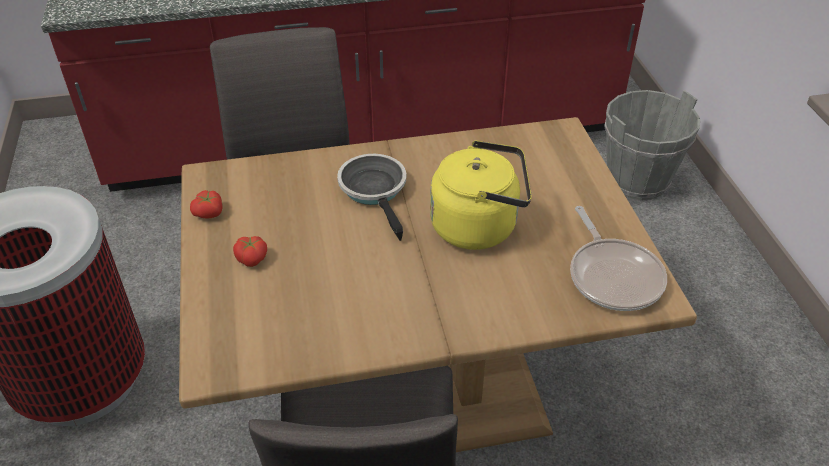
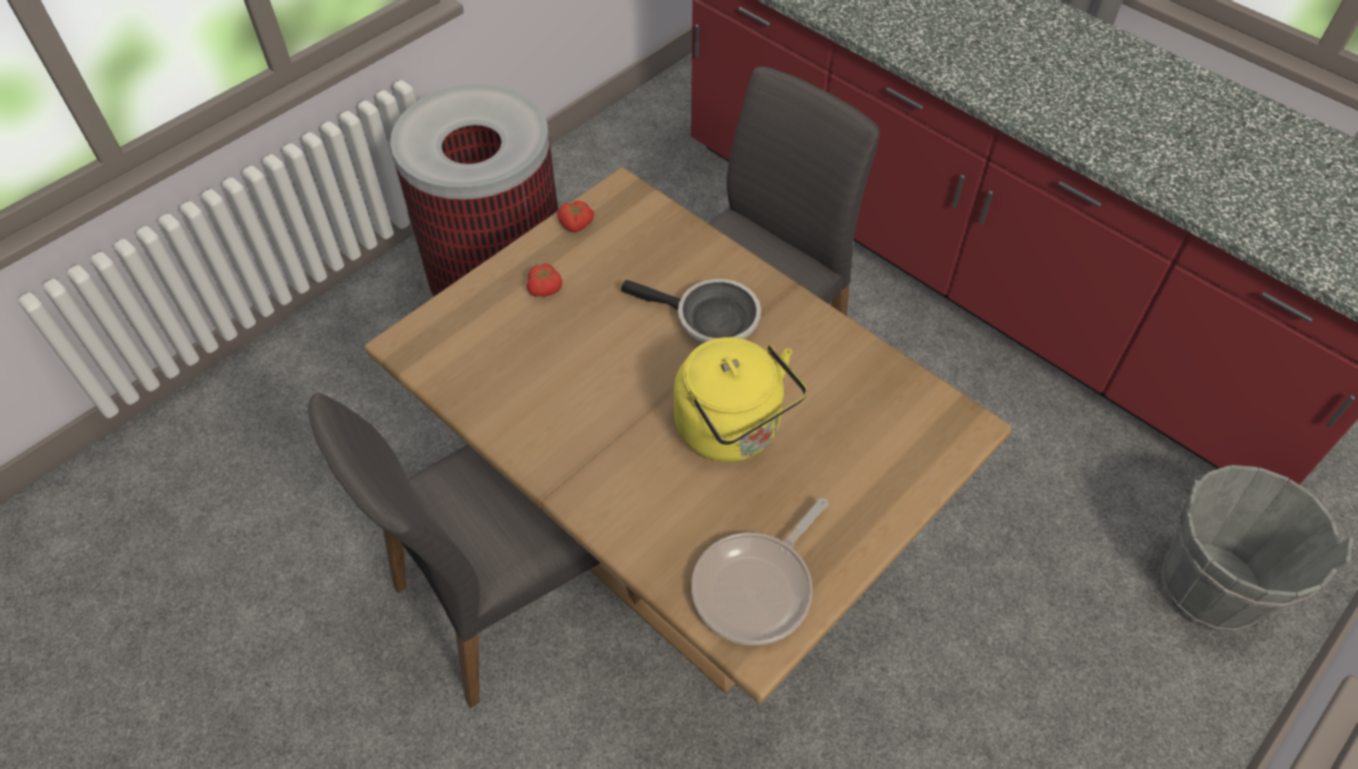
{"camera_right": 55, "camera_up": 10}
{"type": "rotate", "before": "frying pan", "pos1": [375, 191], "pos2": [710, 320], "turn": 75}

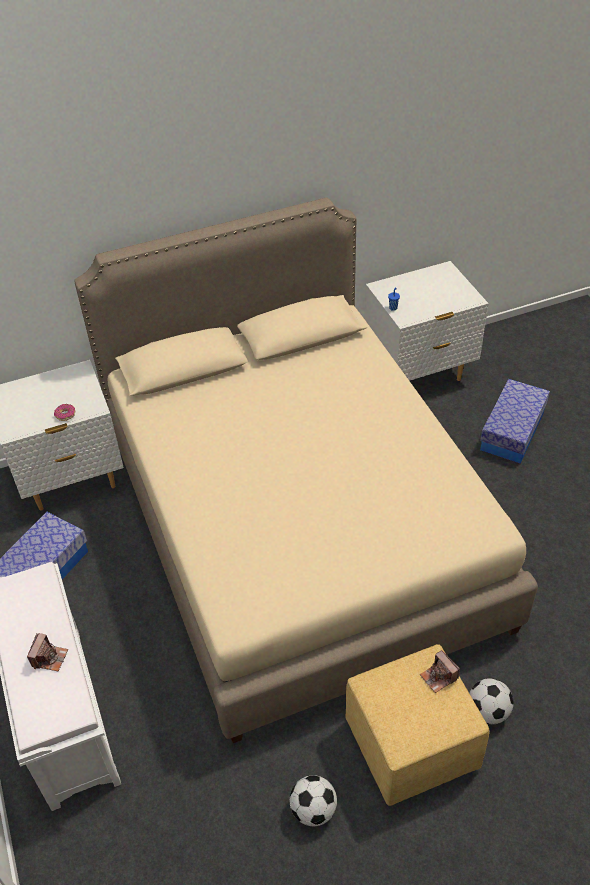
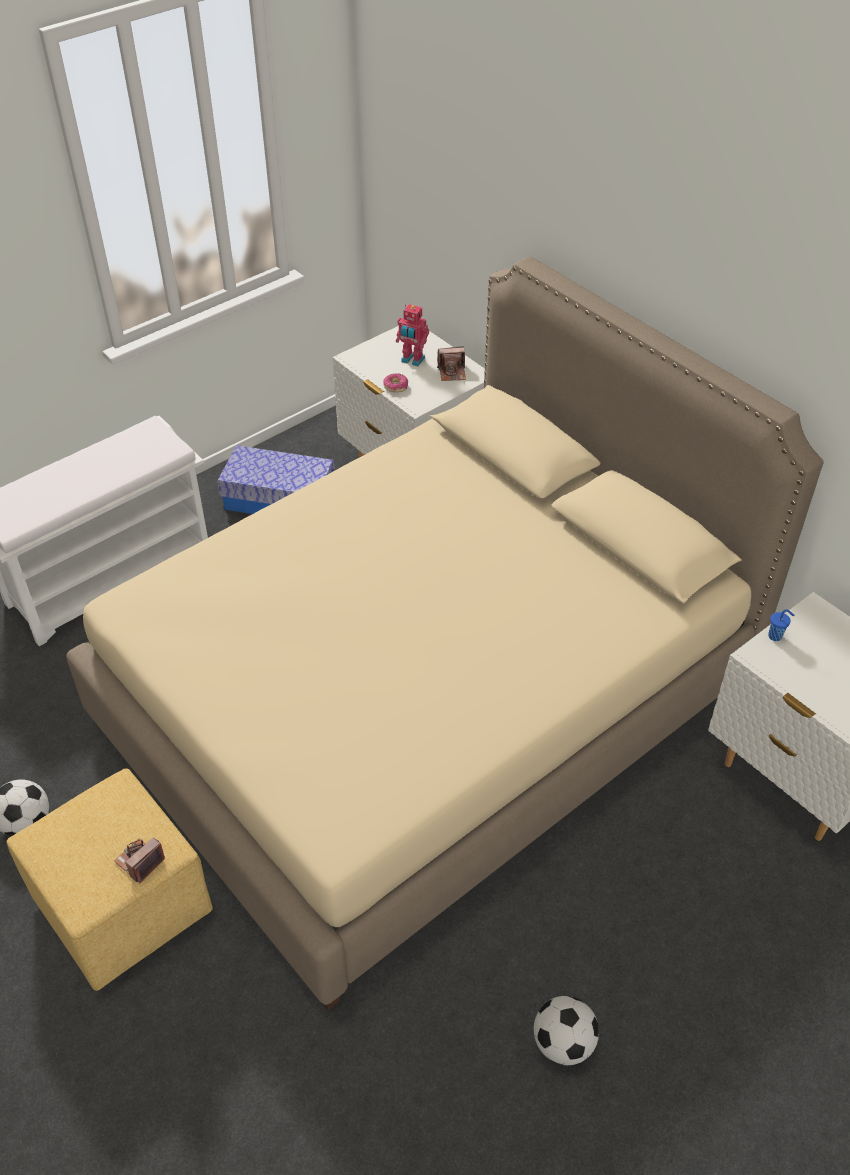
{"camera_right": 70, "camera_up": 0}
{"type": "delete", "before": "storage box", "pos1": [512, 431]}
{"type": "move", "before": "photo camera", "pos1": [49, 658], "pos2": [452, 372]}
{"type": "move", "before": "football ball", "pos1": [487, 711], "pos2": [563, 1043]}
{"type": "insert", "after": "model robot", "pos2": [412, 360]}

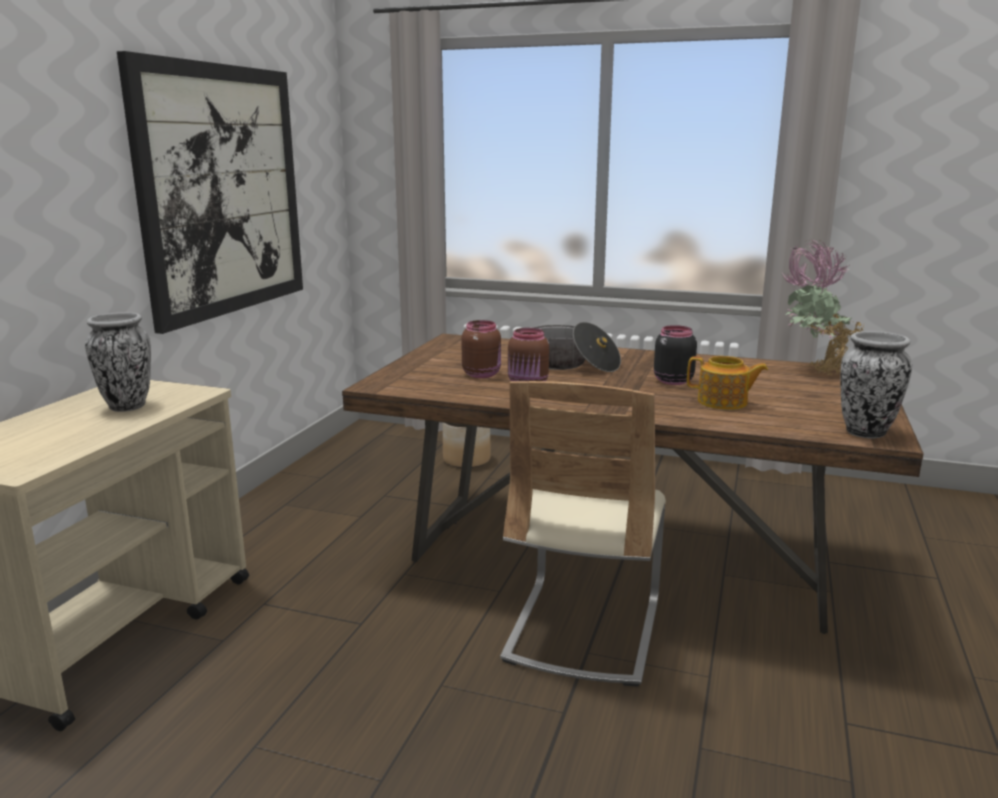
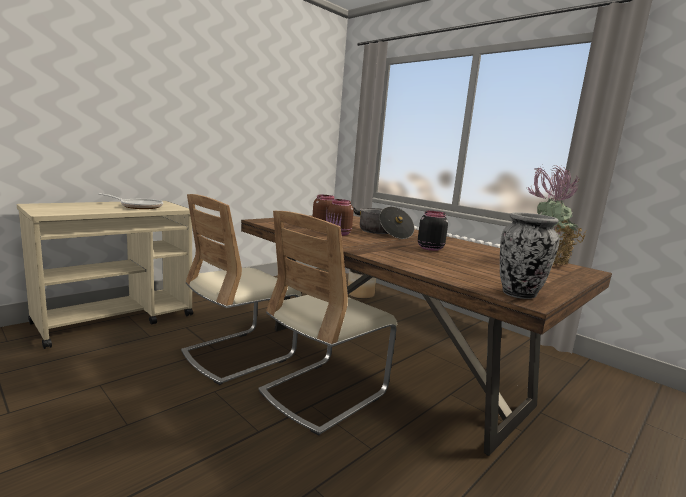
{"camera_right": 25, "camera_up": -5}
{"type": "delete", "before": "wall picture", "pos1": [222, 191]}
{"type": "replace", "before": "vase", "after": "frying pan", "pos1": [127, 406], "pos2": [138, 206]}
{"type": "delete", "before": "pot for tea", "pos1": [723, 402]}
{"type": "insert", "after": "upright chair (beige-coloured)", "pos2": [239, 354]}

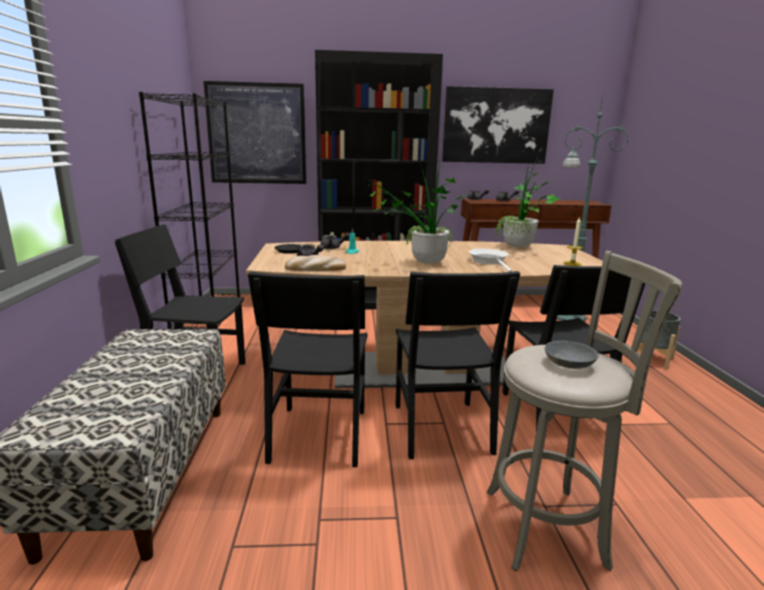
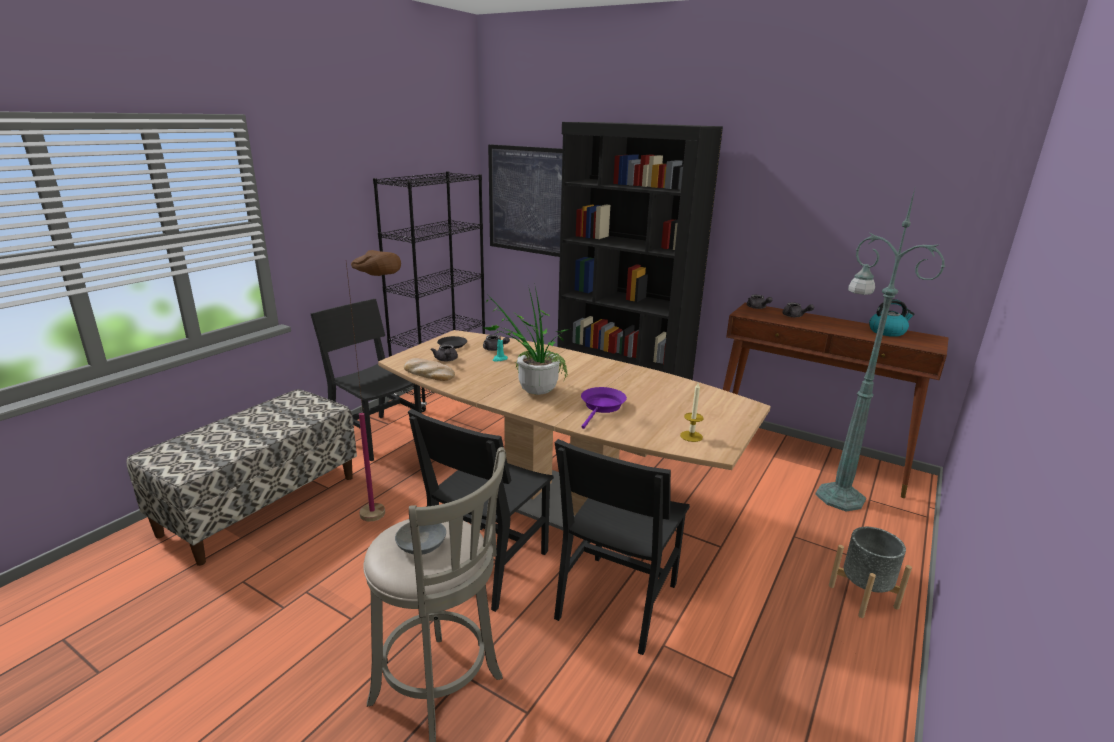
{"camera_right": 35, "camera_up": 5}
{"type": "delete", "before": "wall picture", "pos1": [496, 126]}
{"type": "delete", "before": "houseplant", "pos1": [520, 248]}
{"type": "recolor", "before": "frying pan (white)", "after": "frying pan (purplish)", "pos1": [489, 262], "pos2": [602, 407]}
{"type": "replace", "before": "upright chair (blackish)", "after": "floor lamp (brown)", "pos1": [318, 434], "pos2": [390, 525]}
{"type": "insert", "after": "kettle", "pos2": [887, 332]}

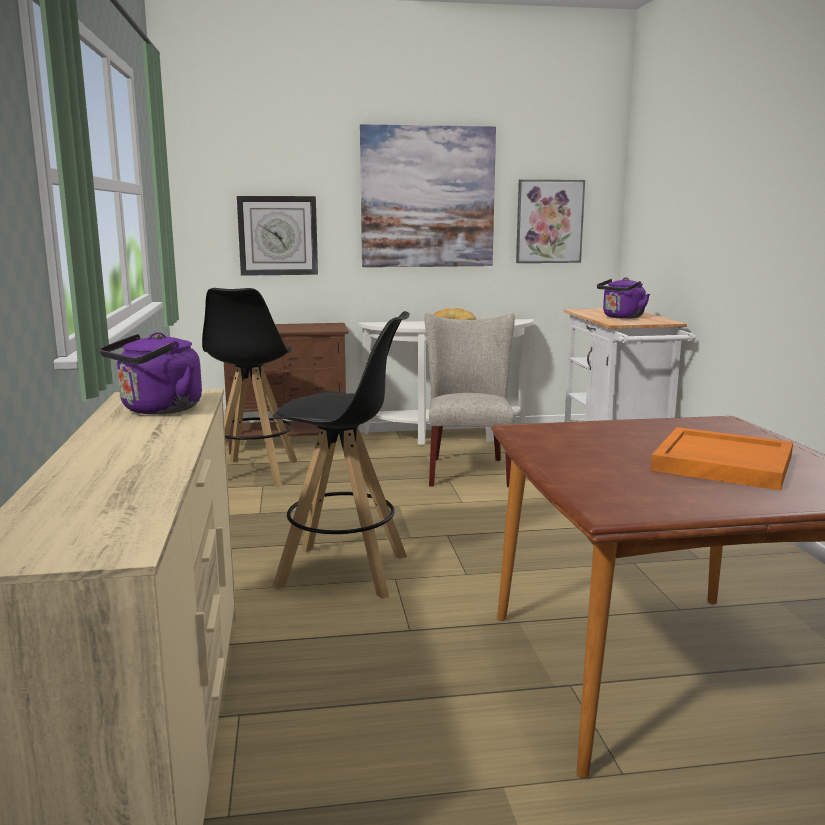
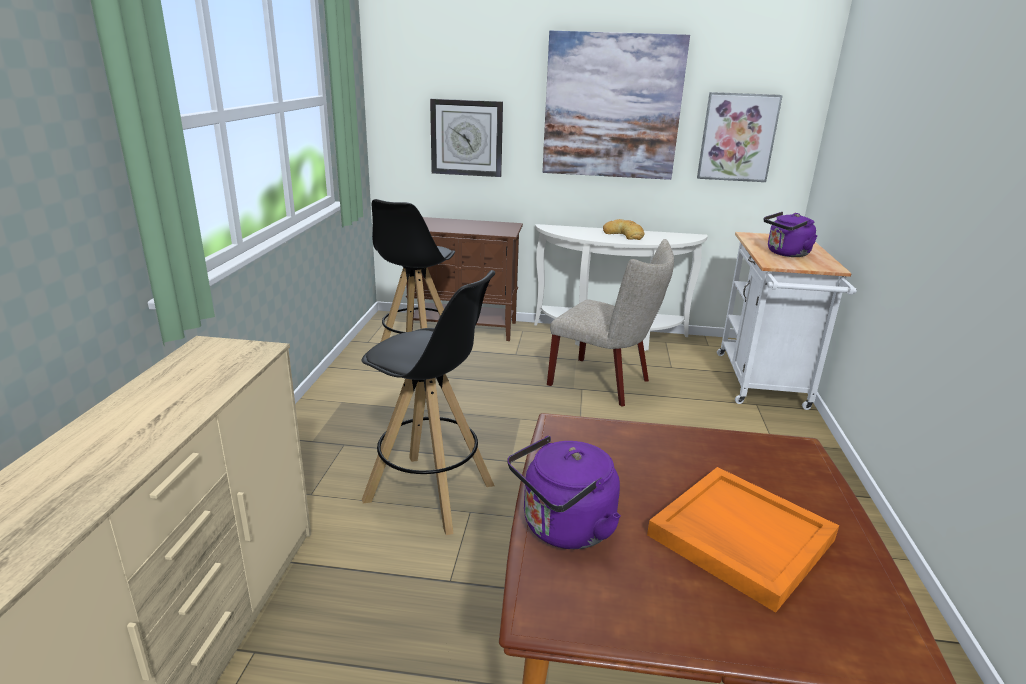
{"camera_right": 15, "camera_up": 10}
{"type": "rotate", "before": "upright chair (beige-coloured)", "pos1": [467, 470], "pos2": [605, 383], "turn": 105}
{"type": "move", "before": "kettle (purplish)", "pos1": [158, 410], "pos2": [563, 529]}

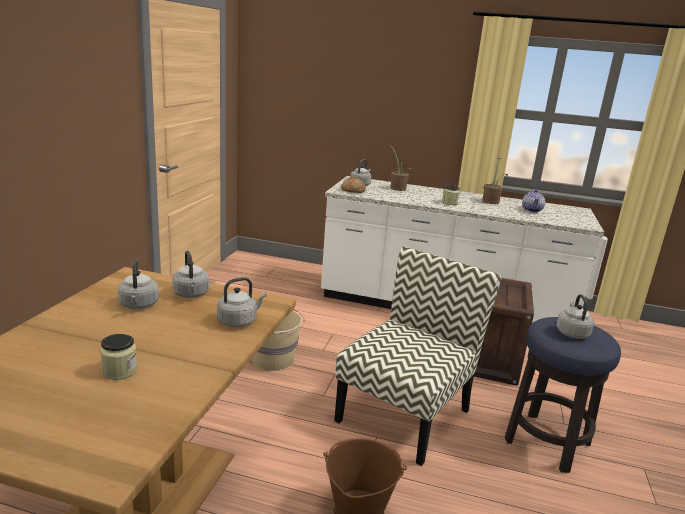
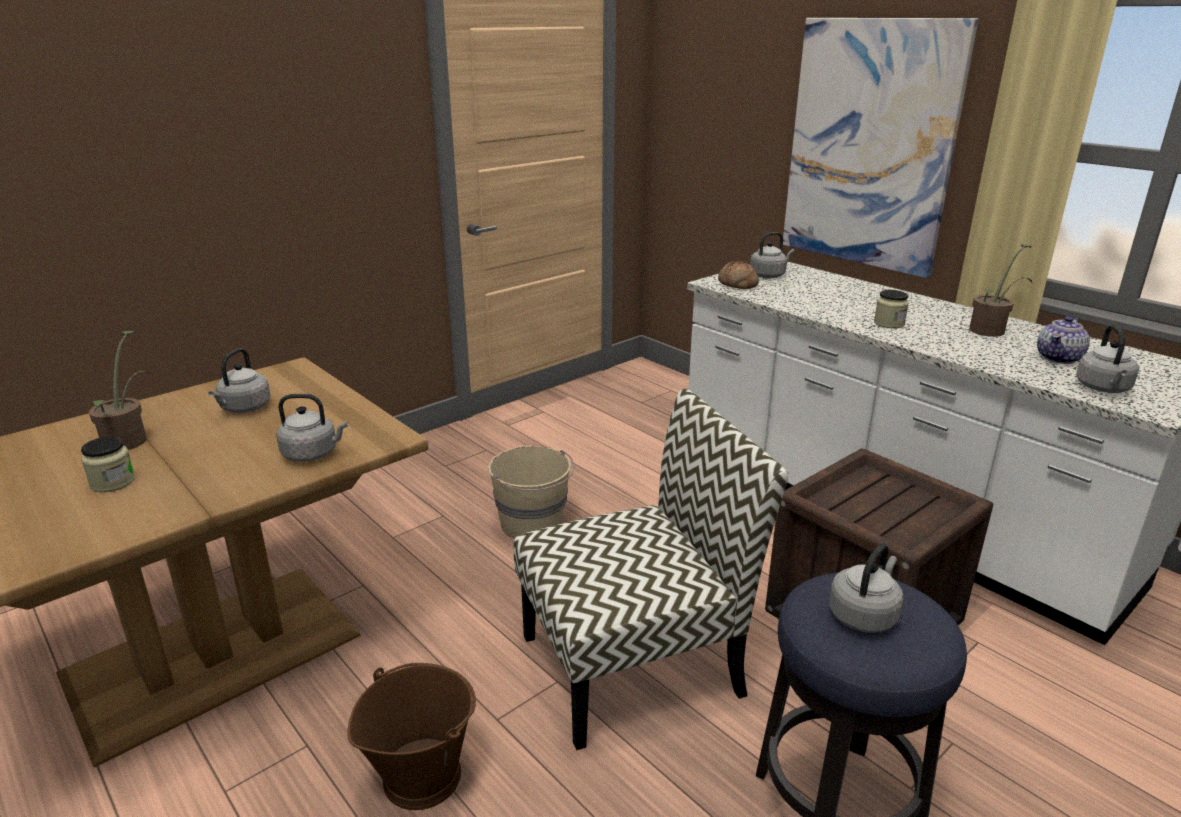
{"camera_right": 35, "camera_up": 5}
{"type": "move", "before": "houseplant", "pos1": [397, 188], "pos2": [129, 439]}
{"type": "move", "before": "kettle (grey)", "pos1": [191, 294], "pos2": [1103, 388]}
{"type": "insert", "after": "wall picture", "pos2": [870, 145]}

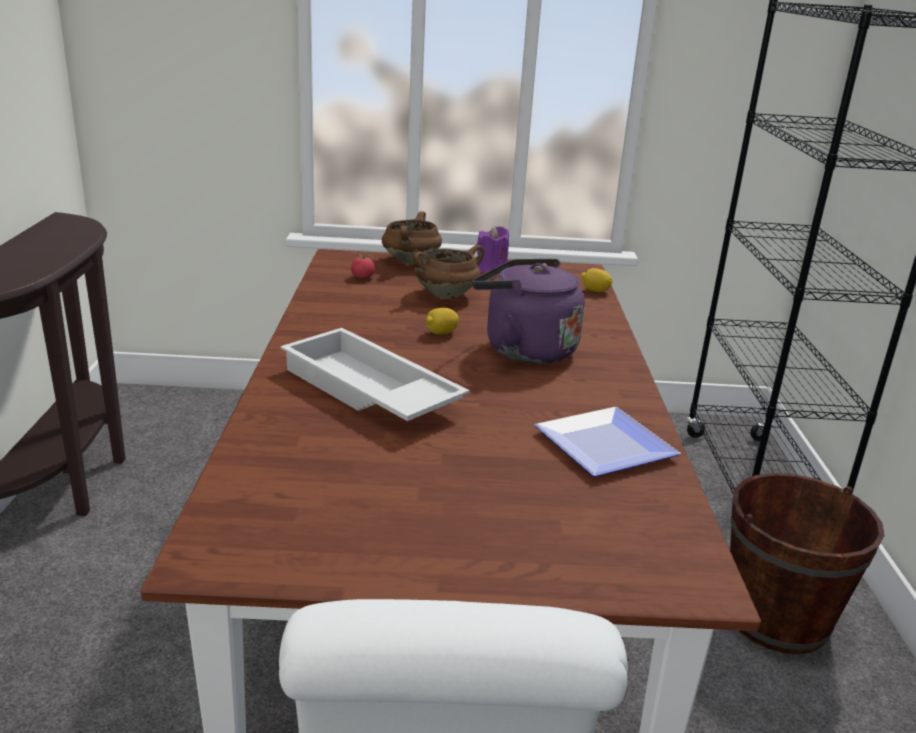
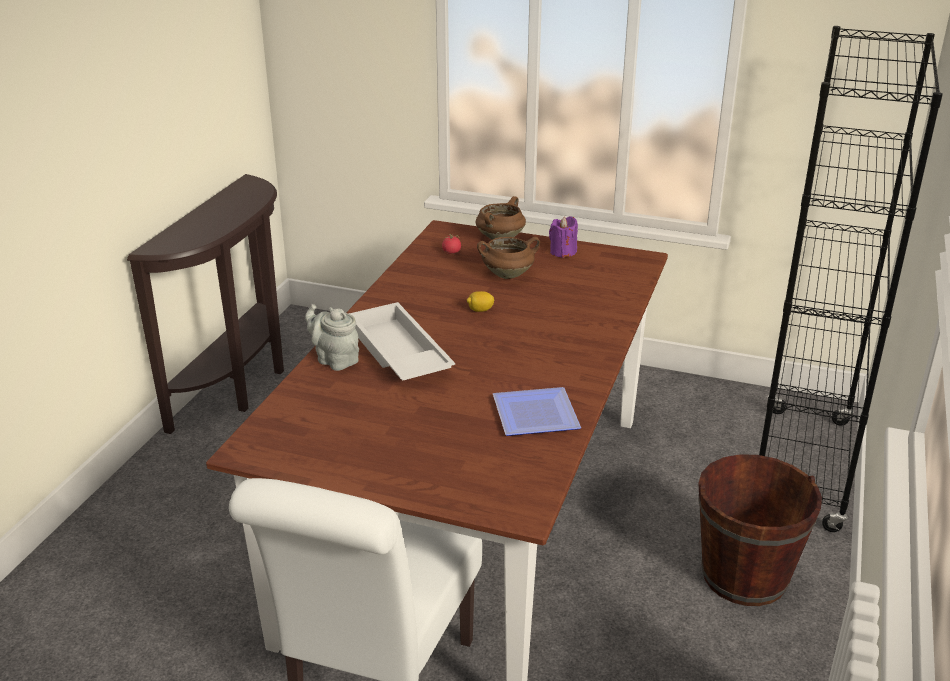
{"camera_right": 20, "camera_up": 5}
{"type": "delete", "before": "kettle (purplish)", "pos1": [524, 349]}
{"type": "delete", "before": "whole lemon", "pos1": [595, 291]}
{"type": "insert", "after": "pot for tea (grey)", "pos2": [335, 360]}

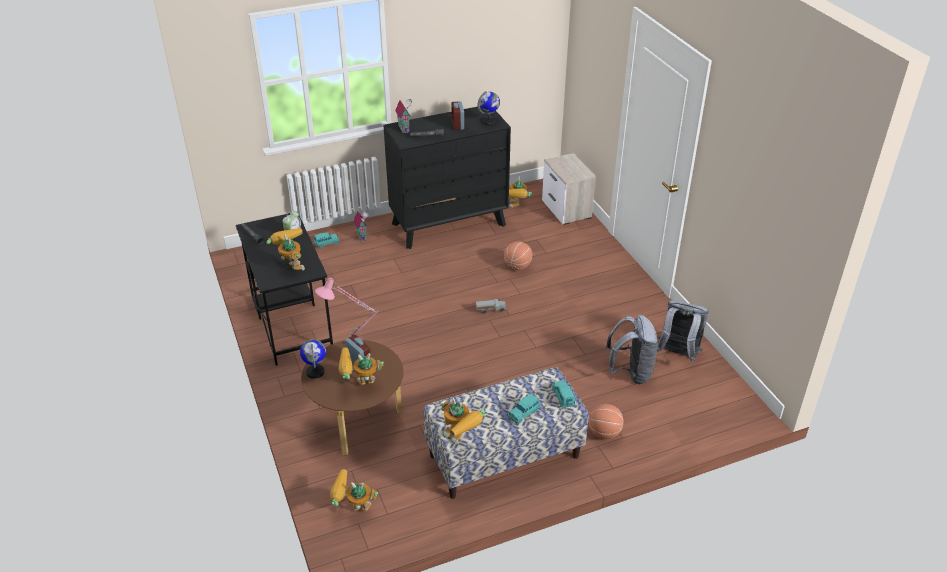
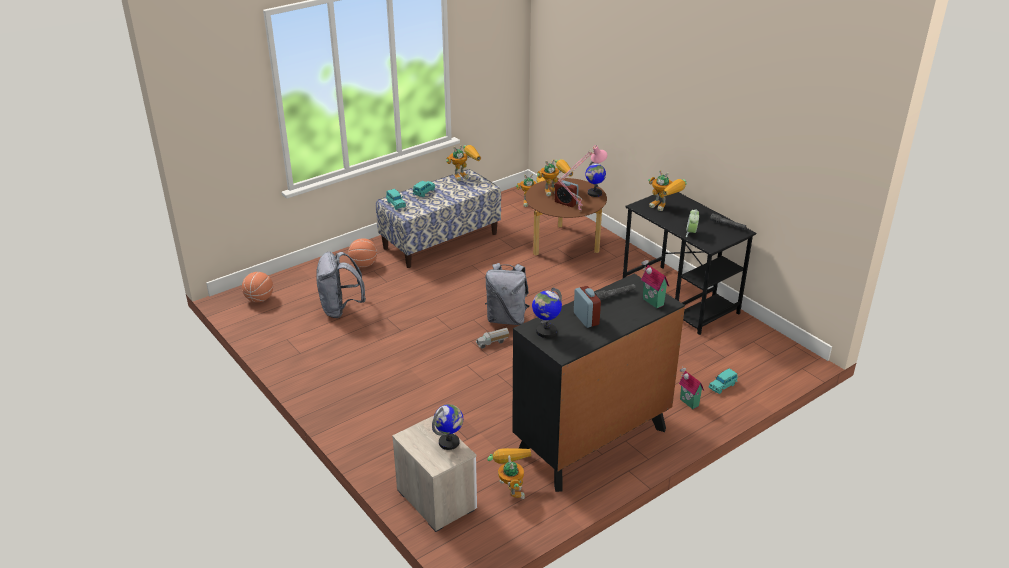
{"camera_right": 165, "camera_up": -5}
{"type": "move", "before": "basketball", "pos1": [517, 266], "pos2": [259, 299]}
{"type": "move", "before": "knapsack (grey)", "pos1": [677, 354], "pos2": [507, 319]}
{"type": "rotate", "before": "model robot", "pos1": [461, 438], "pos2": [464, 175], "turn": 120}
{"type": "insert", "after": "world globe", "pos2": [449, 442]}

